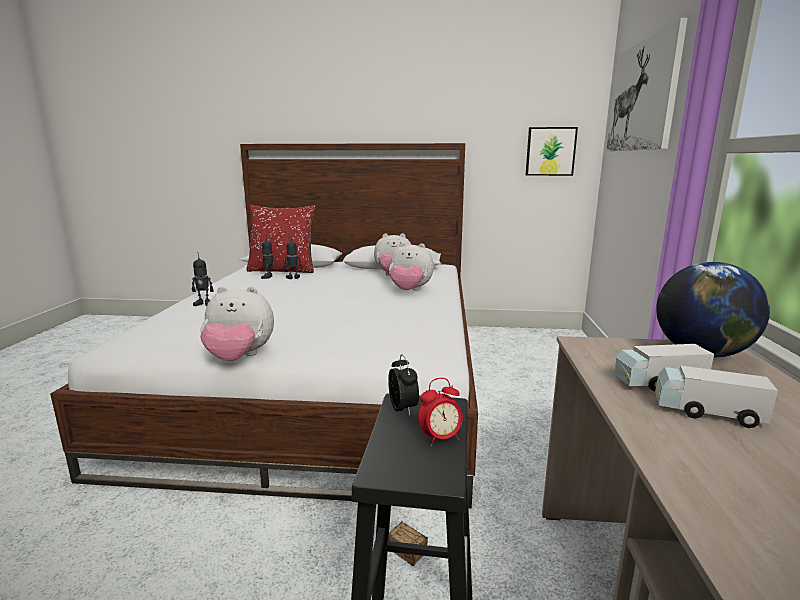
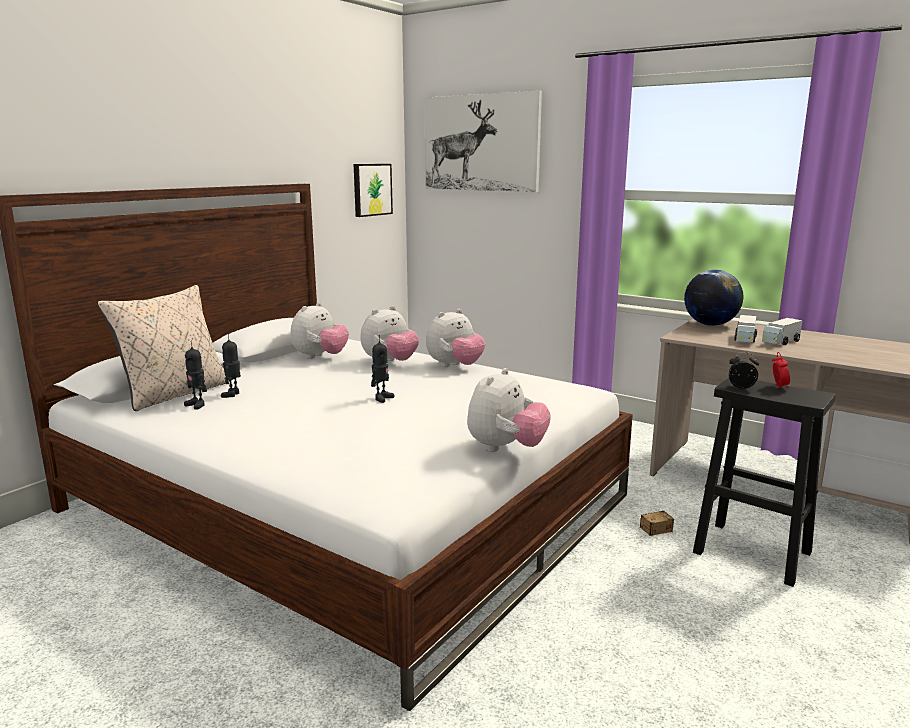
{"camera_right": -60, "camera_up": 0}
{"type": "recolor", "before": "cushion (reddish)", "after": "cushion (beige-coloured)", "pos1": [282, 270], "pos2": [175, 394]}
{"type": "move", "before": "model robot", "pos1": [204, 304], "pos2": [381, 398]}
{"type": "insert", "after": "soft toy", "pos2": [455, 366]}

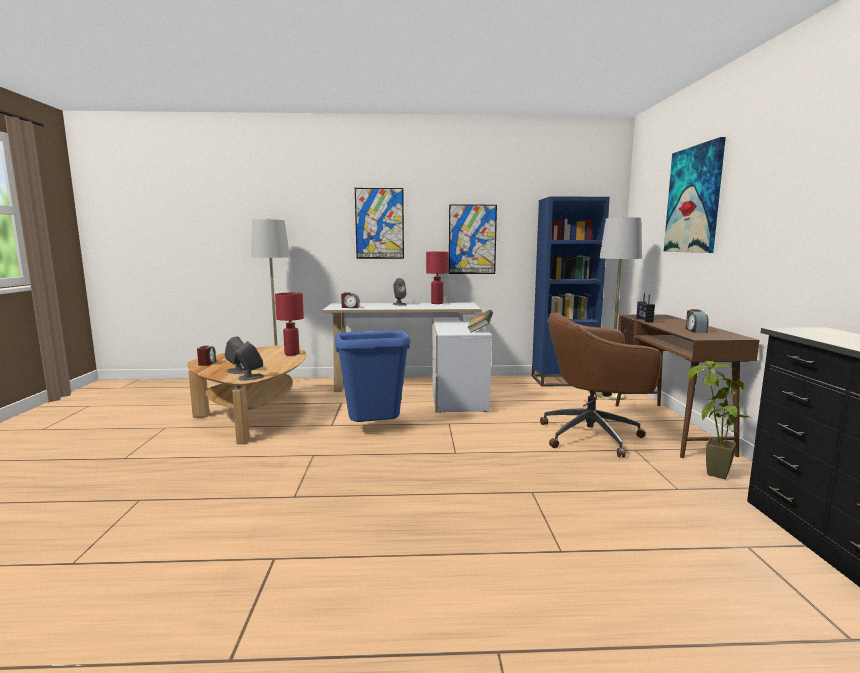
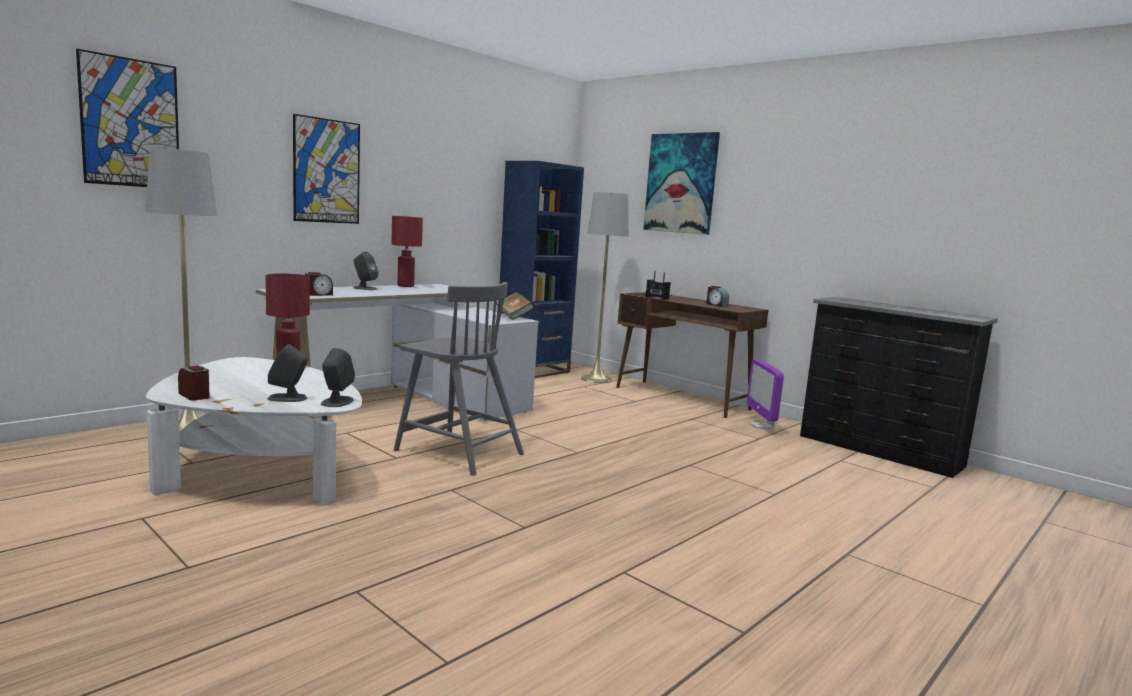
{"camera_right": -45, "camera_up": 0}
{"type": "move", "before": "wall picture", "pos1": [472, 239], "pos2": [130, 123]}
{"type": "delete", "before": "office chair (brown)", "pos1": [593, 436]}
{"type": "replace", "before": "trash can (blue)", "after": "upright chair (grey)", "pos1": [373, 430], "pos2": [457, 452]}
{"type": "recolor", "before": "low table (brown)", "after": "low table (white)", "pos1": [256, 415], "pos2": [260, 470]}
{"type": "replace", "before": "houseplant", "after": "computer display", "pos1": [713, 476], "pos2": [761, 426]}

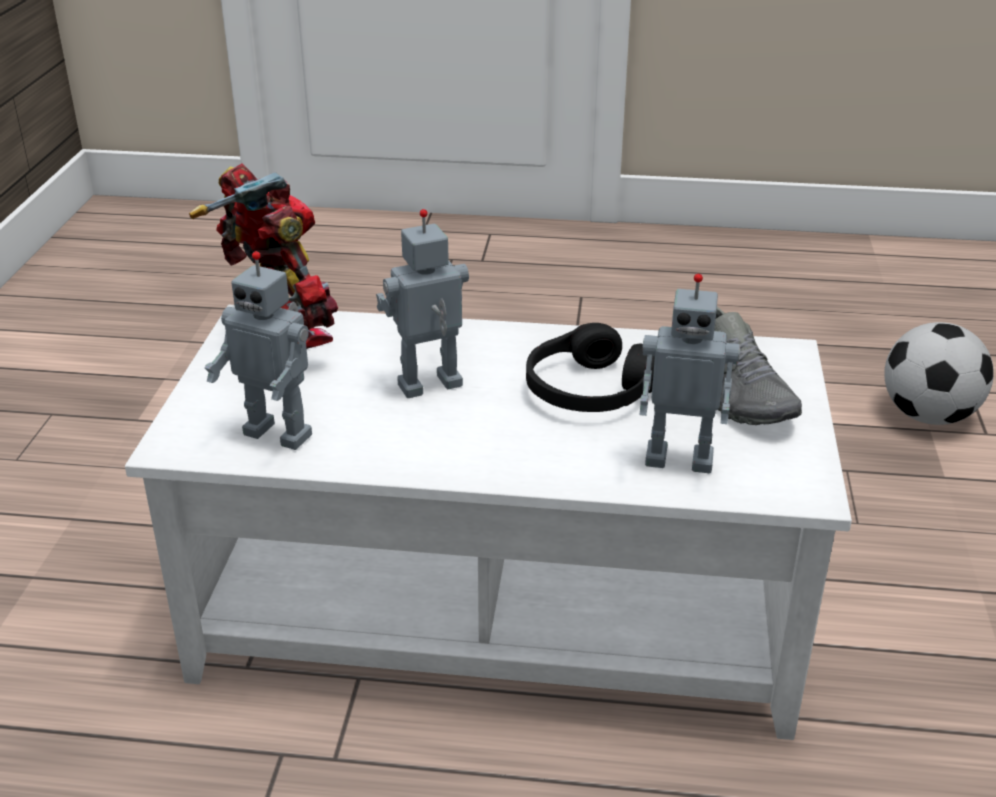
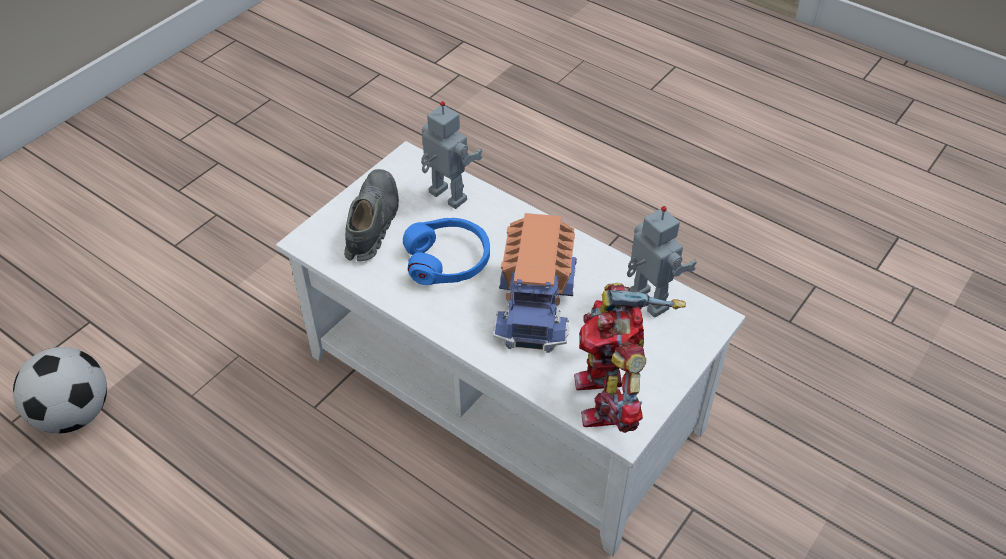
{"camera_right": -150, "camera_up": 15}
{"type": "replace", "before": "model robot", "after": "model truck", "pos1": [431, 387], "pos2": [537, 302]}
{"type": "recolor", "before": "headset (blackish)", "after": "headset (blue)", "pos1": [588, 390], "pos2": [448, 260]}

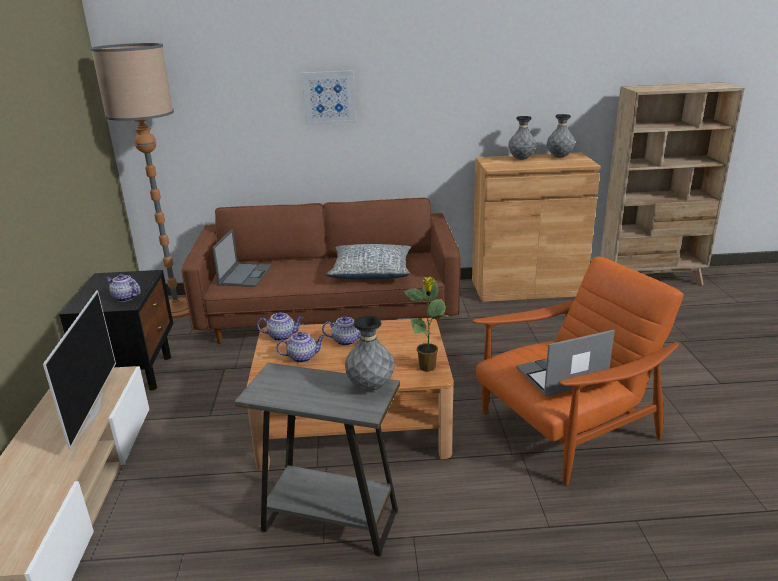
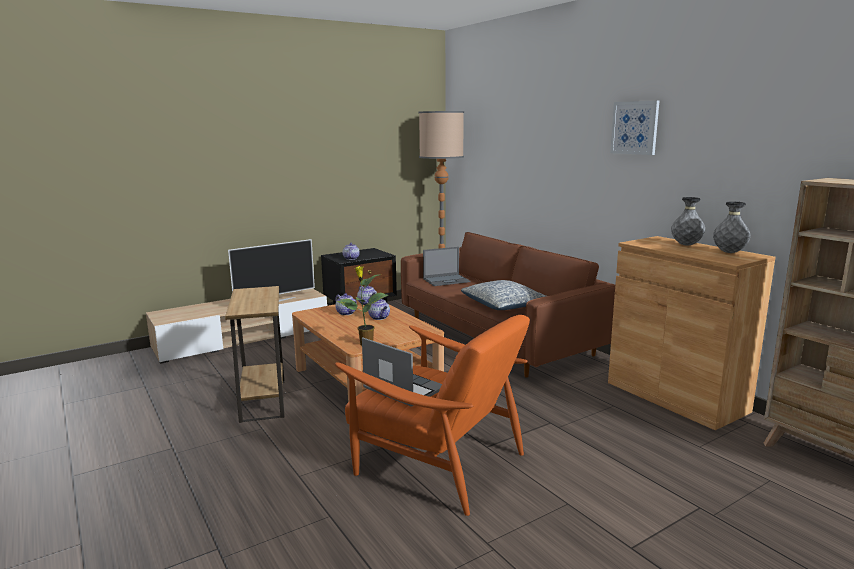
{"camera_right": 60, "camera_up": -10}
{"type": "move", "before": "wall picture", "pos1": [329, 97], "pos2": [635, 127]}
{"type": "delete", "before": "vase (grey)", "pos1": [370, 387]}
{"type": "recolor", "before": "side table (grey)", "after": "side table (brown)", "pos1": [330, 520], "pos2": [263, 400]}

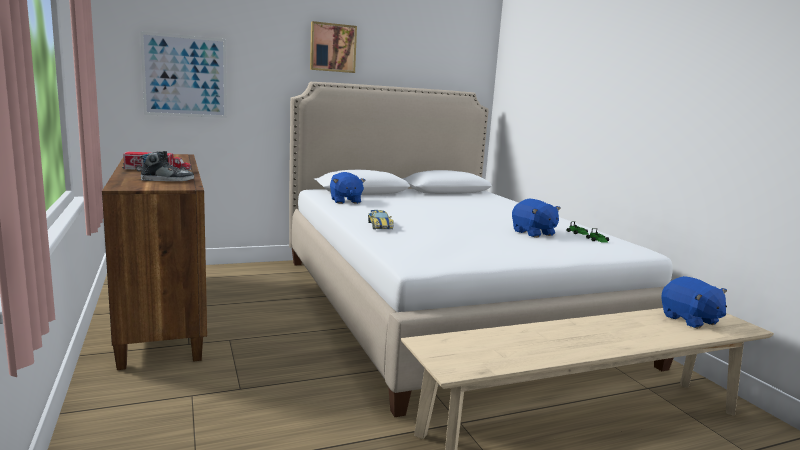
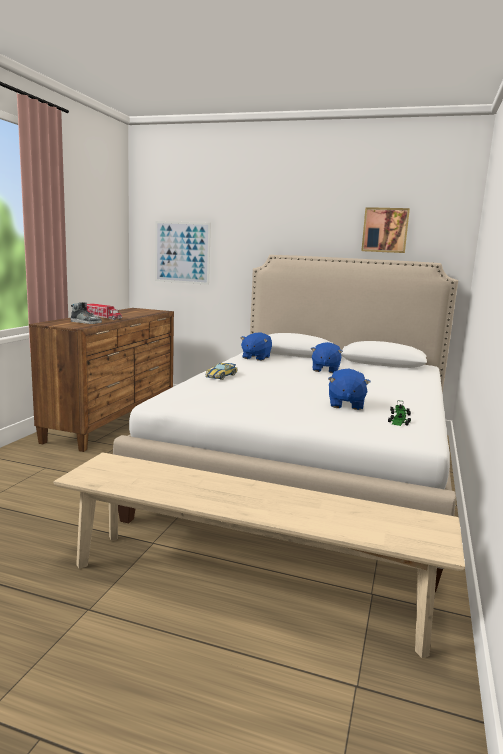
{"camera_right": 40, "camera_up": 0}
{"type": "move", "before": "wall picture", "pos1": [332, 47], "pos2": [385, 230]}
{"type": "move", "before": "soft toy (blue)", "pos1": [690, 320], "pos2": [325, 370]}

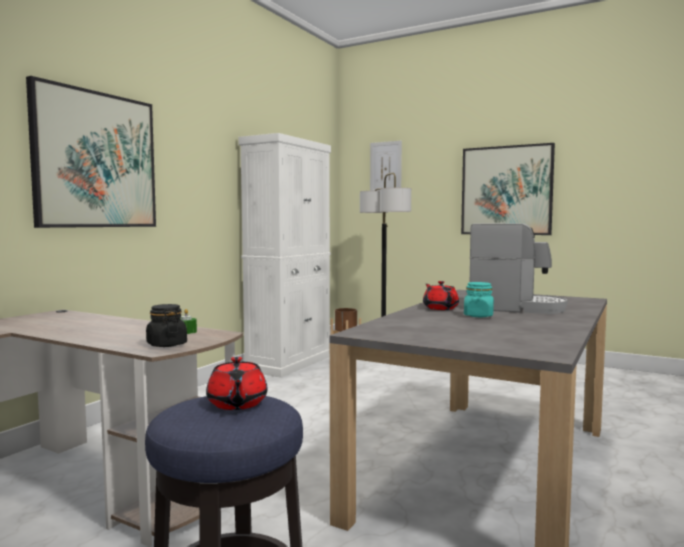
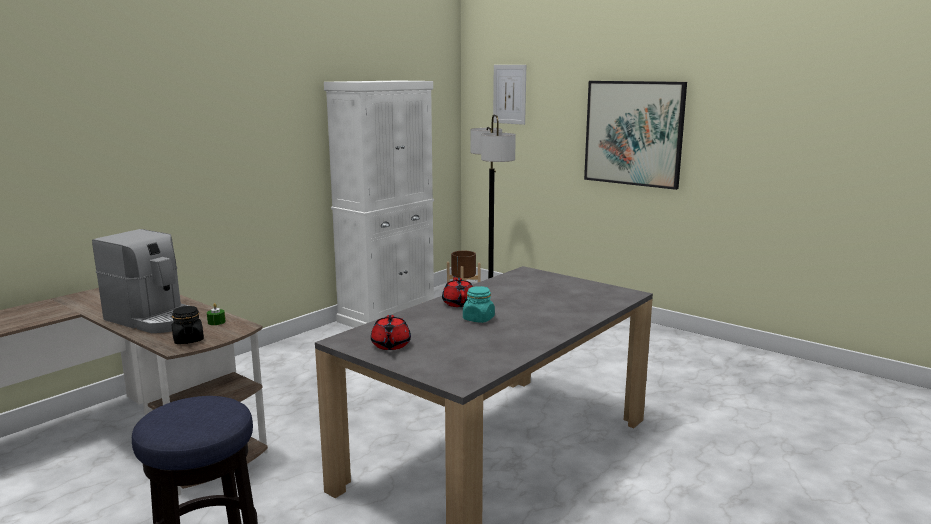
{"camera_right": 10, "camera_up": 10}
{"type": "delete", "before": "wall picture", "pos1": [96, 160]}
{"type": "move", "before": "coffee maker", "pos1": [515, 308], "pos2": [154, 319]}
{"type": "move", "before": "pot for tea (reddish)", "pos1": [237, 404], "pos2": [390, 345]}

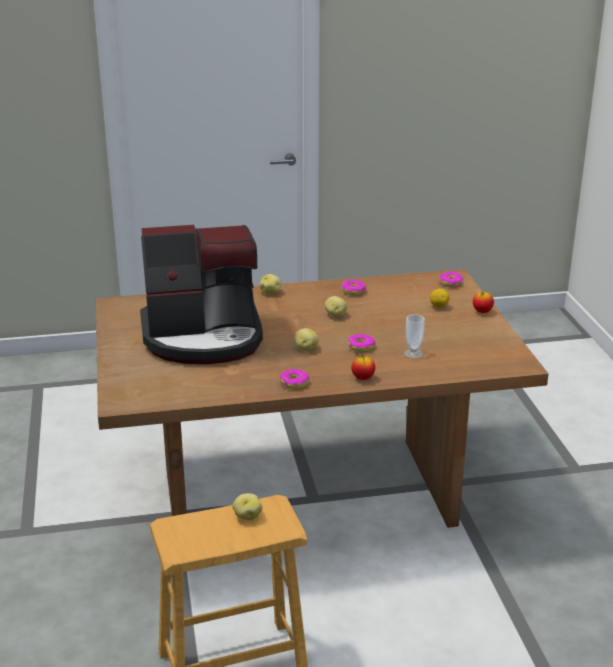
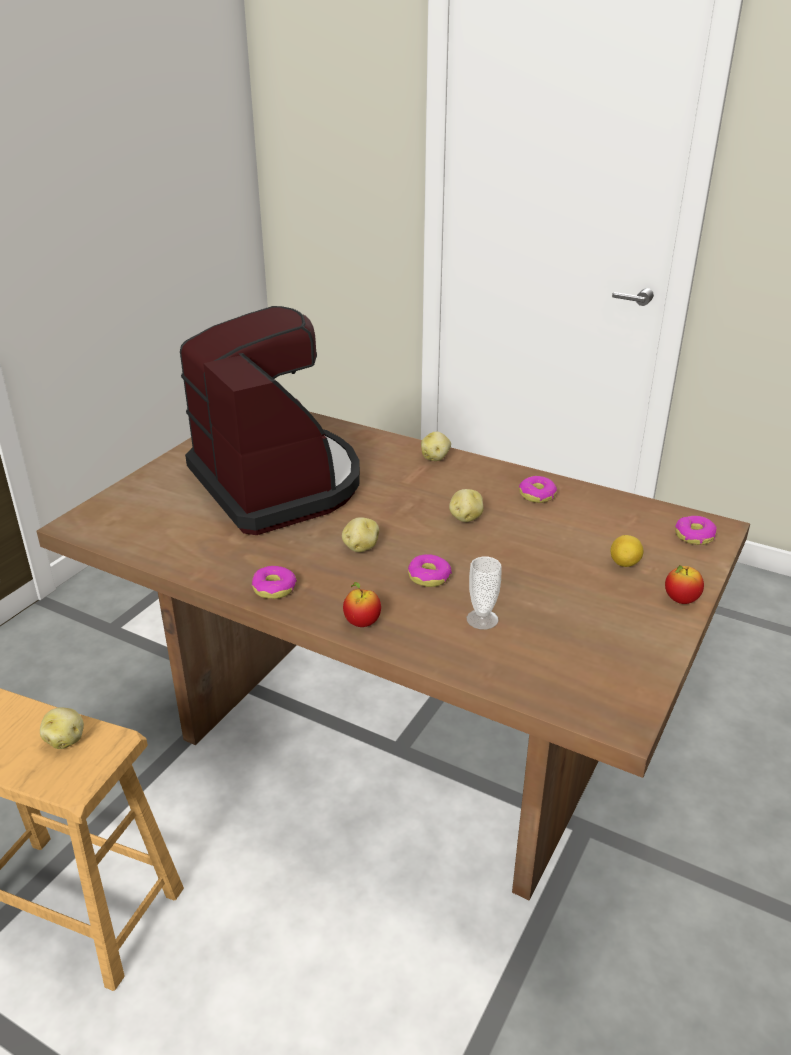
{"camera_right": 40, "camera_up": 5}
{"type": "rotate", "before": "coffee maker", "pos1": [203, 337], "pos2": [278, 483], "turn": -150}

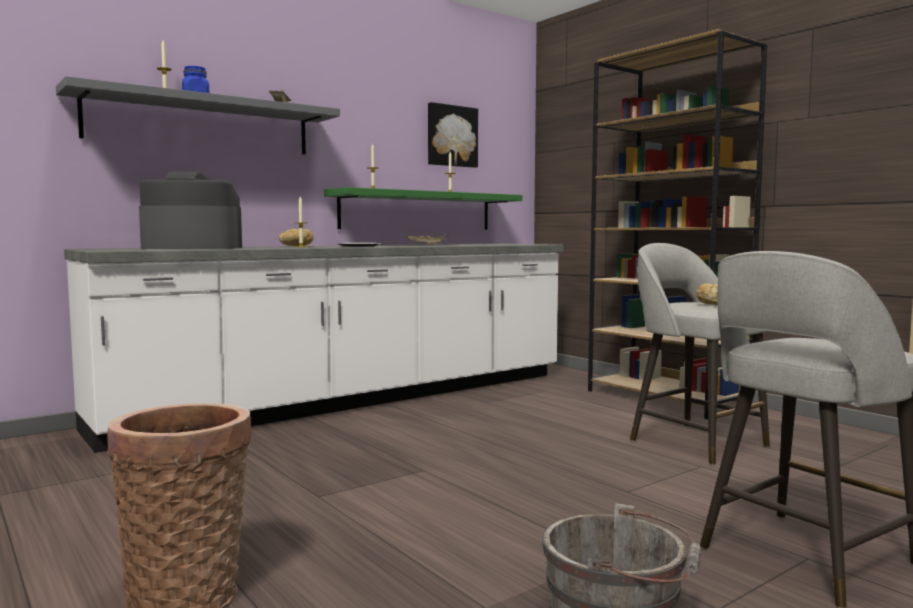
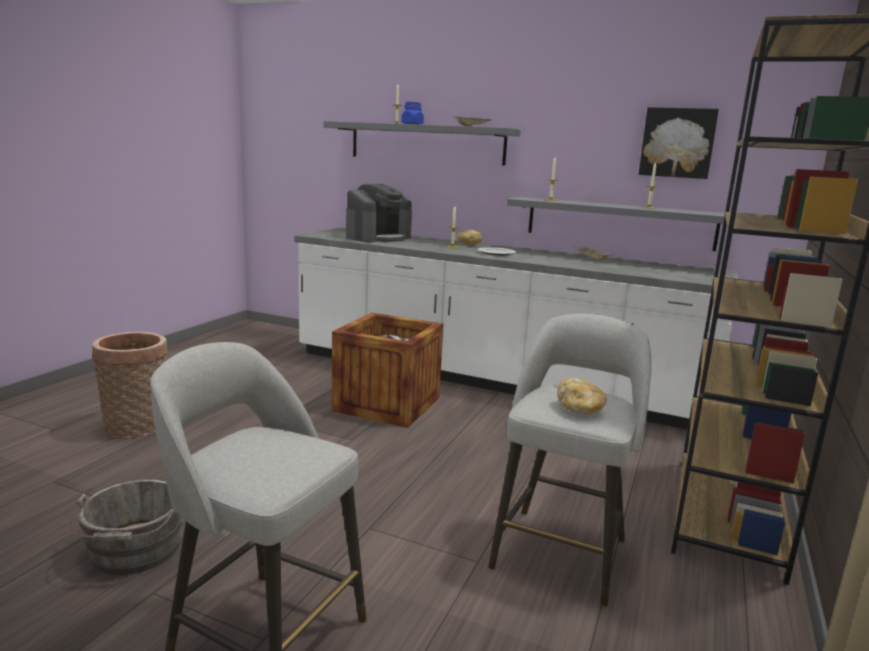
{"camera_right": 60, "camera_up": 10}
{"type": "rotate", "before": "coffee maker", "pos1": [191, 248], "pos2": [378, 237], "turn": 75}
{"type": "recolor", "before": "wall shelf (green-coloured)", "after": "wall shelf (grey)", "pos1": [417, 211], "pos2": [619, 223]}
{"type": "insert", "after": "shipping crate", "pos2": [387, 404]}

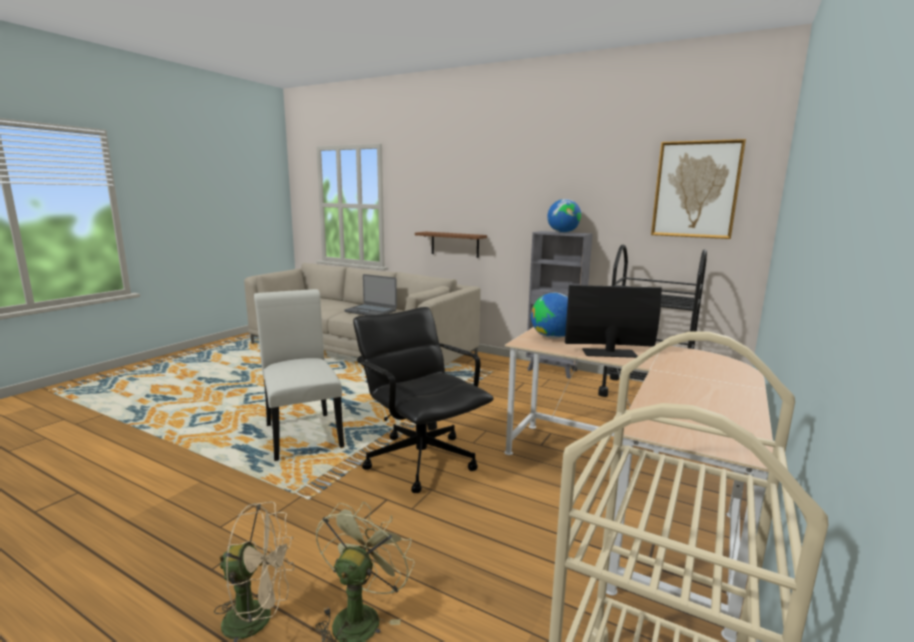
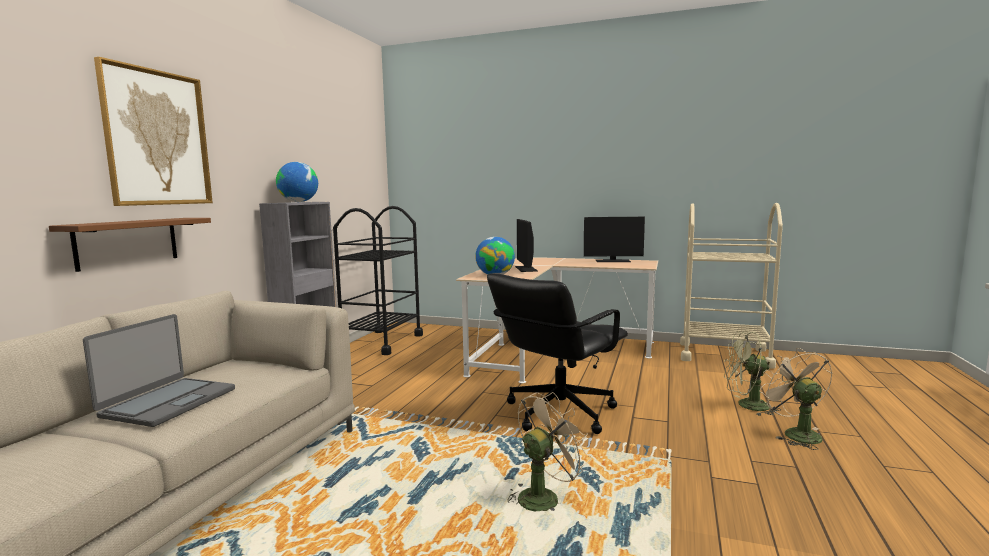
{"camera_right": -100, "camera_up": -5}
{"type": "move", "before": "wall picture", "pos1": [695, 190], "pos2": [157, 138]}
{"type": "replace", "before": "upright chair (white)", "after": "fan (beige-coloured)", "pos1": [302, 433], "pos2": [544, 496]}
{"type": "insert", "after": "computer display", "pos2": [612, 261]}

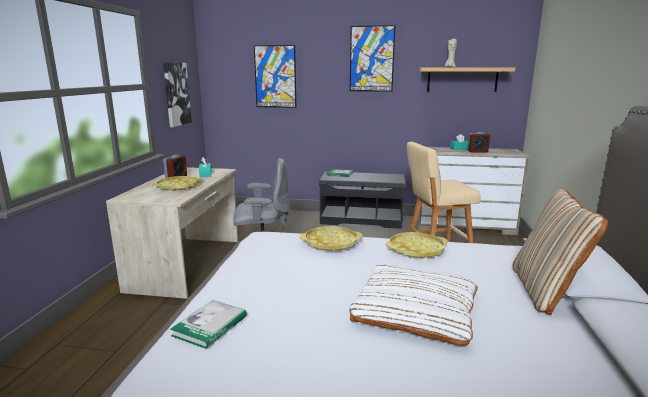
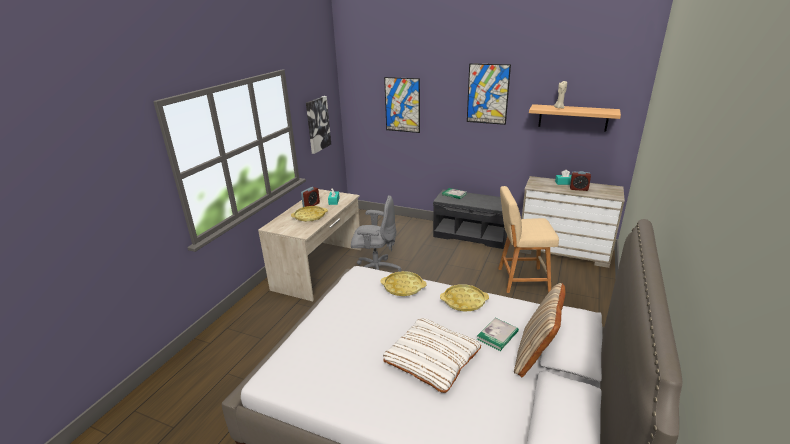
{"camera_right": 15, "camera_up": 10}
{"type": "move", "before": "book", "pos1": [210, 326], "pos2": [497, 335]}

